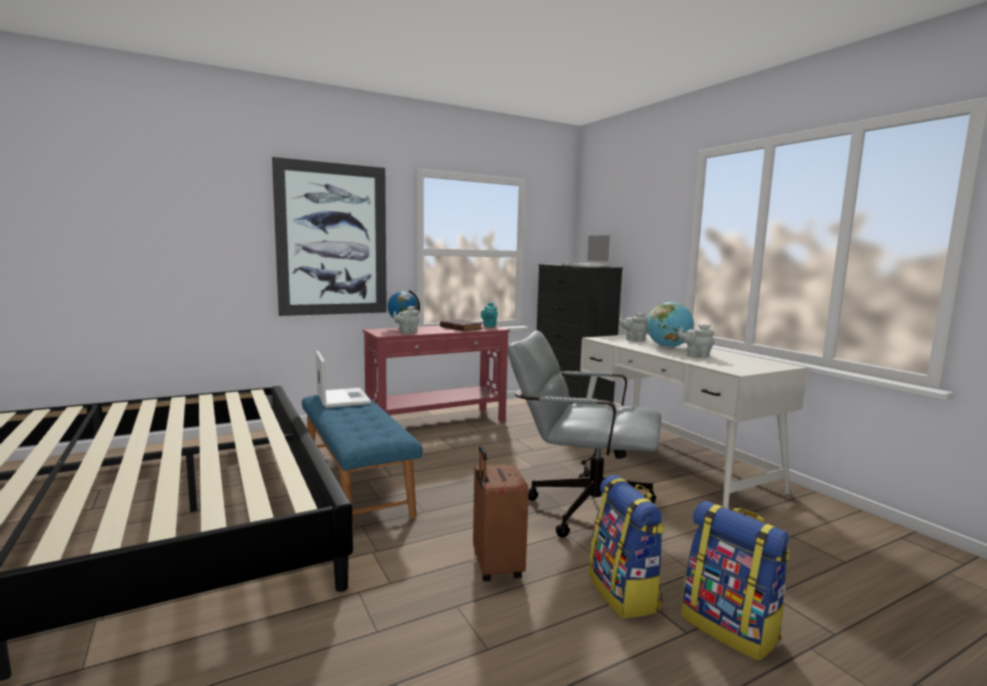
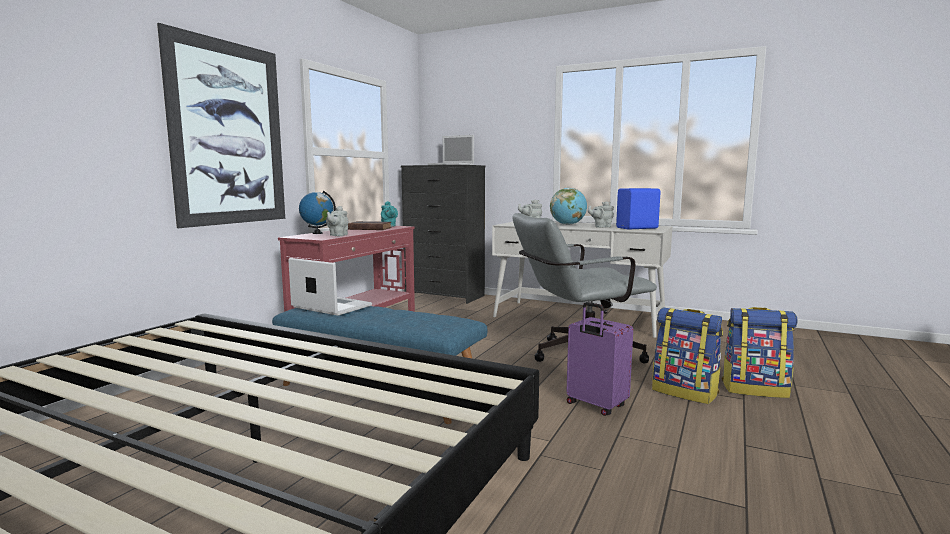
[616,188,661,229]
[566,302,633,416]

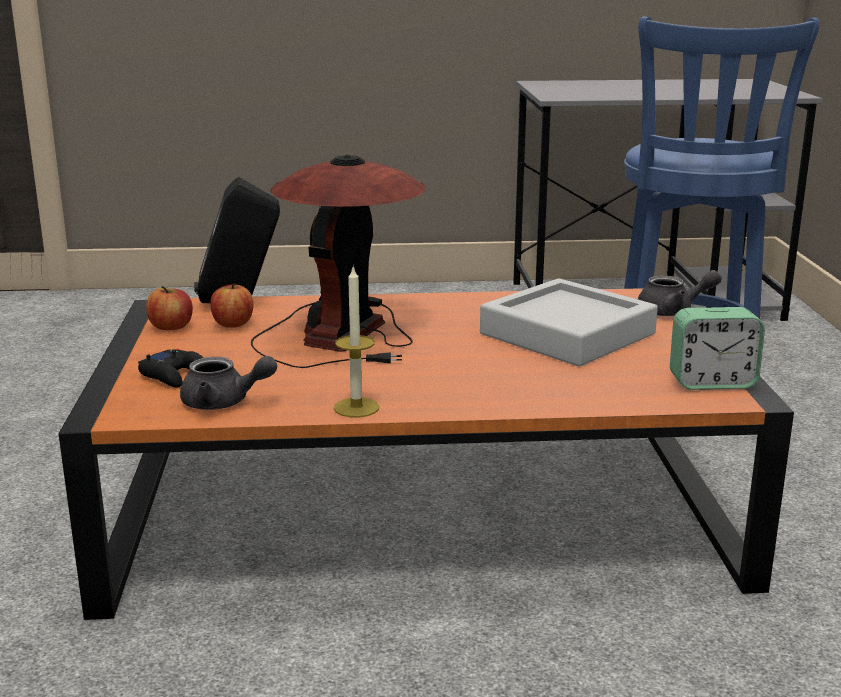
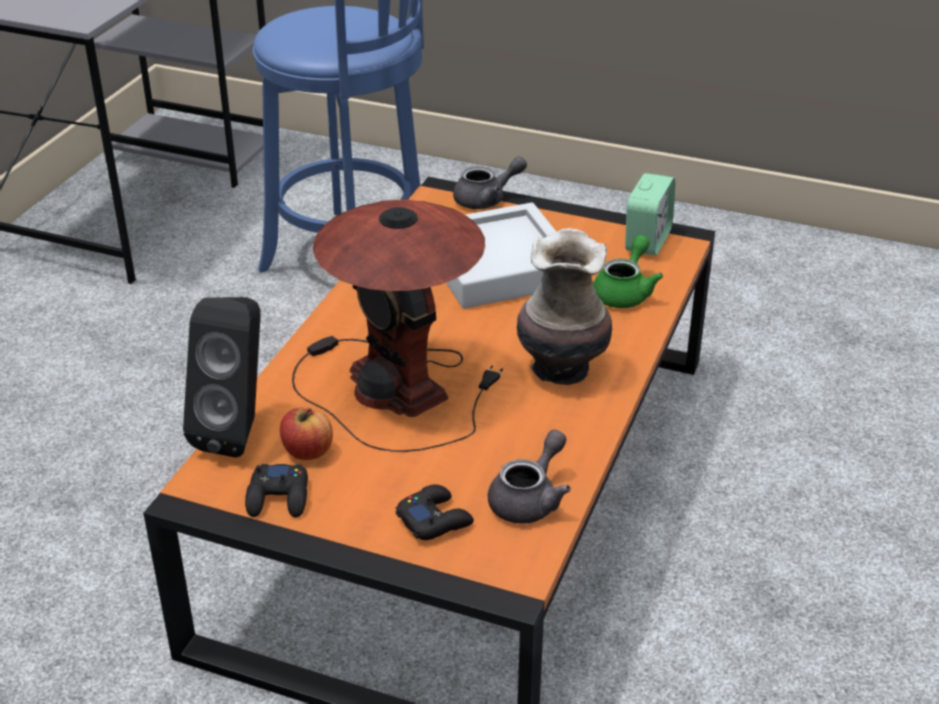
[334,265,379,417] (first image)
[517,228,612,385]
[593,235,663,308]
[245,464,308,517]
[453,156,527,209]

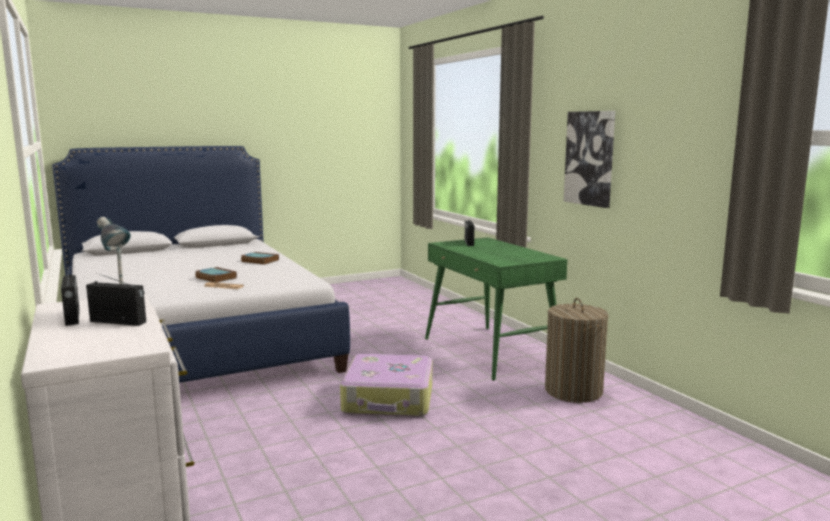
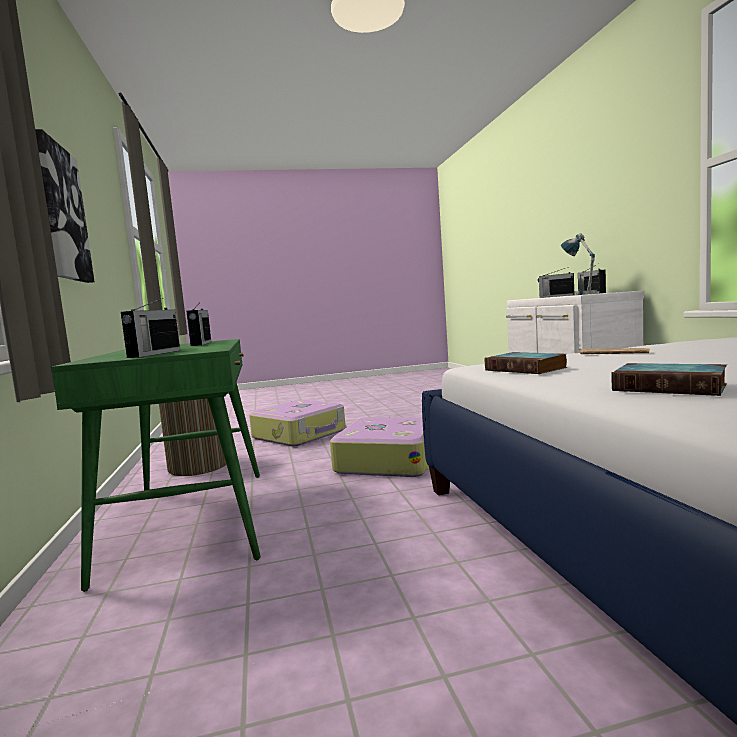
[186,301,211,346]
[249,400,346,446]
[485,352,568,374]

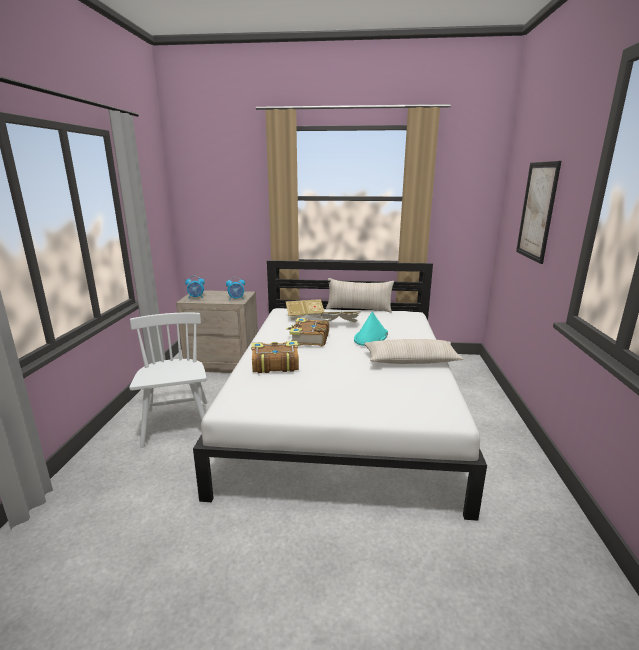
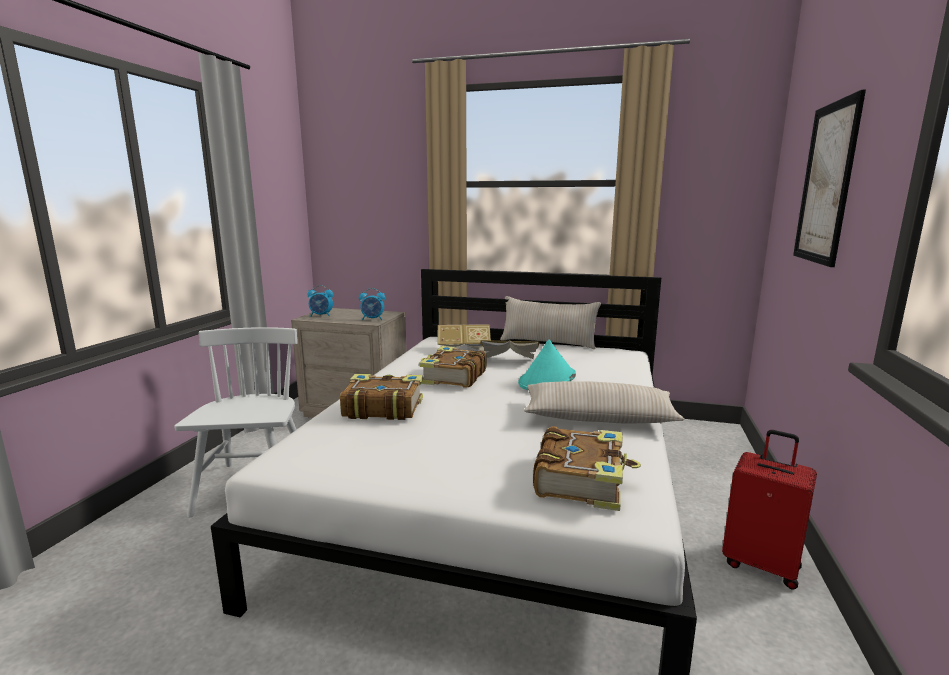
[533,426,641,511]
[722,430,817,590]

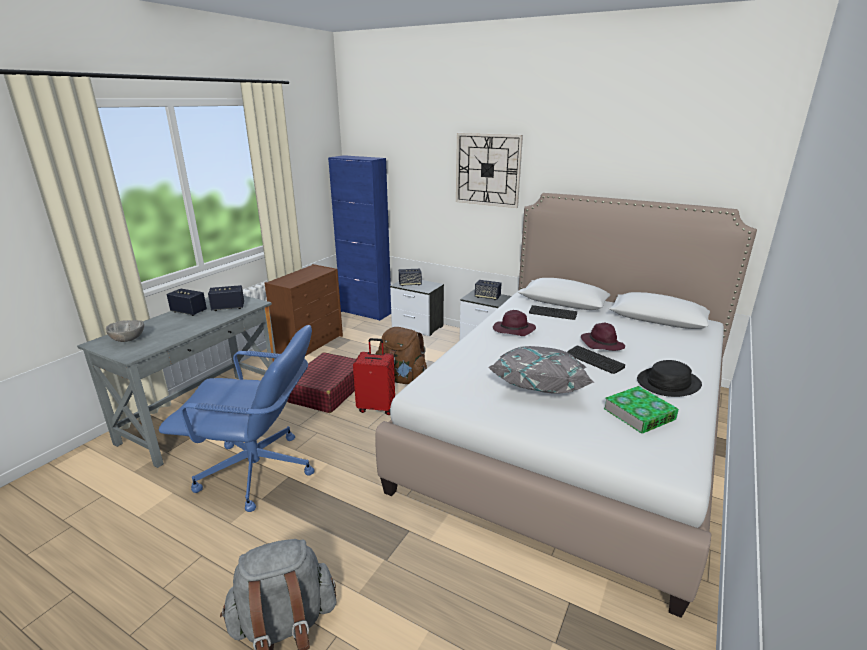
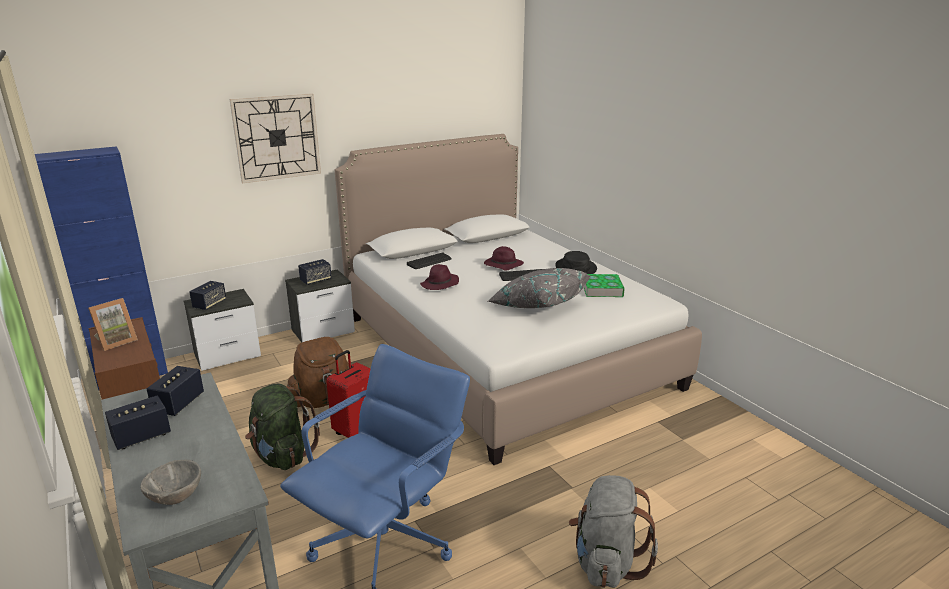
[88,298,138,351]
[245,384,320,470]

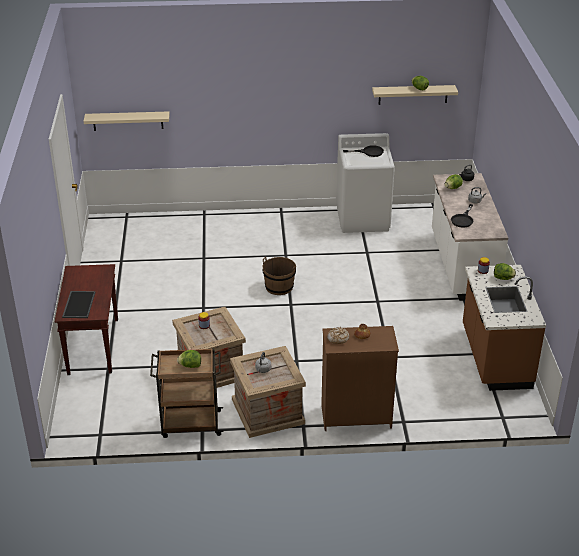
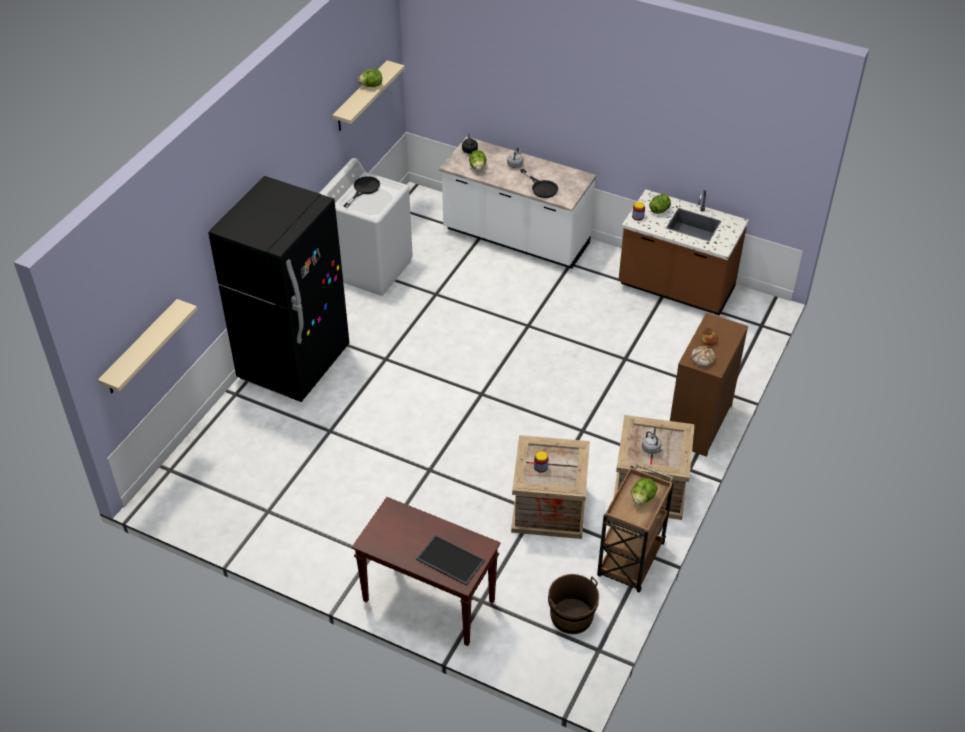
[208,176,349,402]
[548,574,599,634]

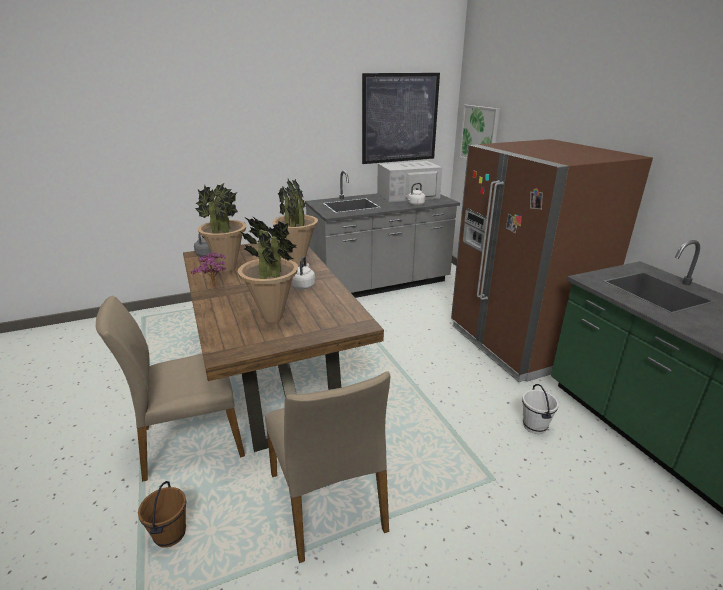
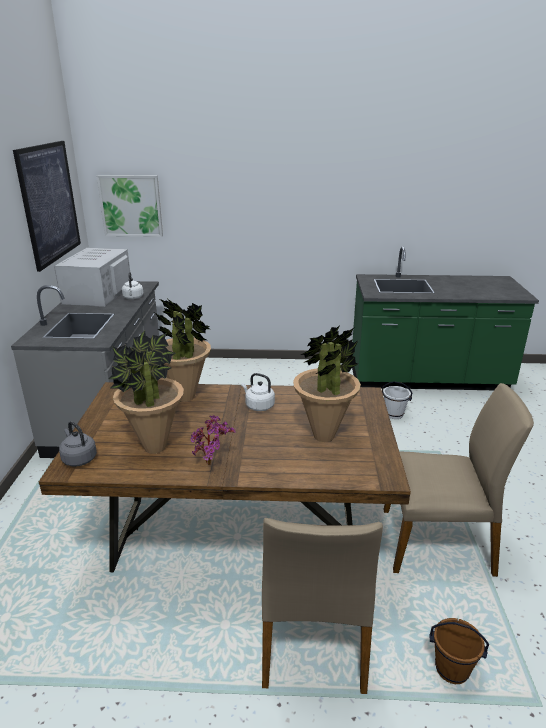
[451,139,653,382] (first image)

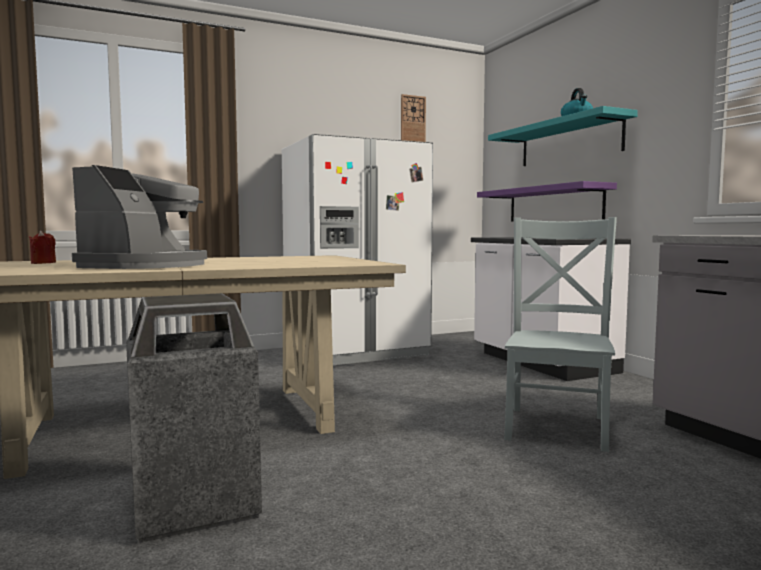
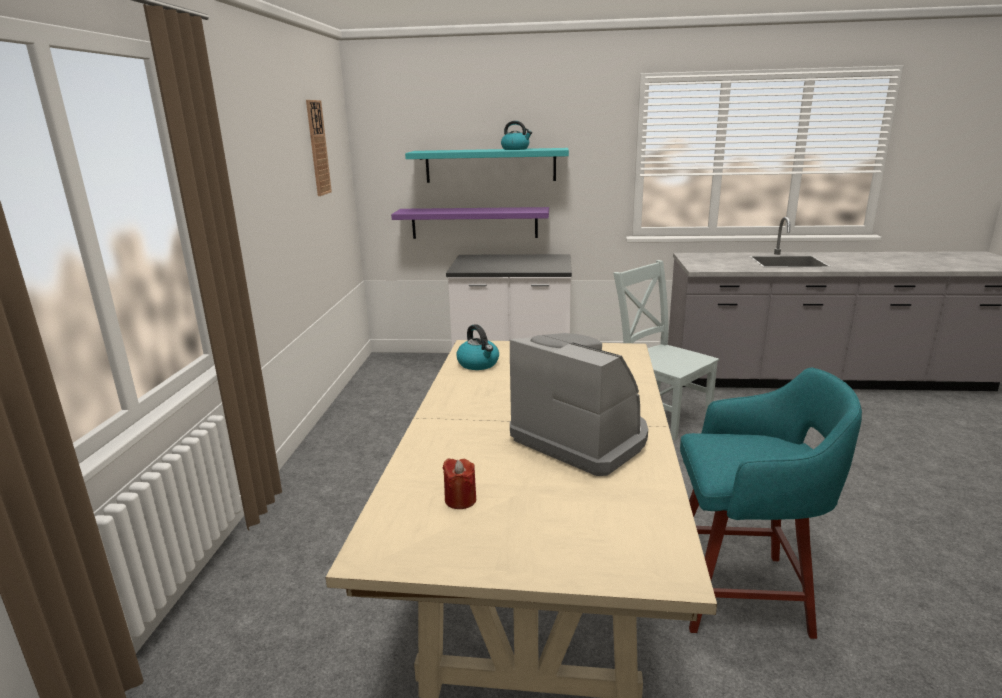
[282,134,433,365] (first image)
[456,324,499,370]
[680,368,862,639]

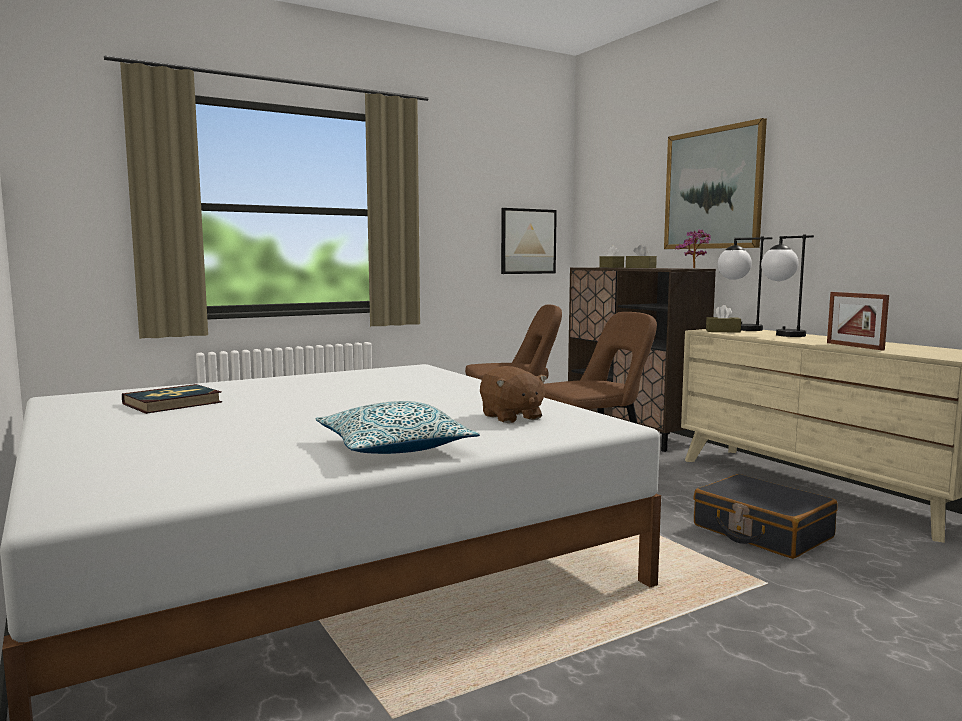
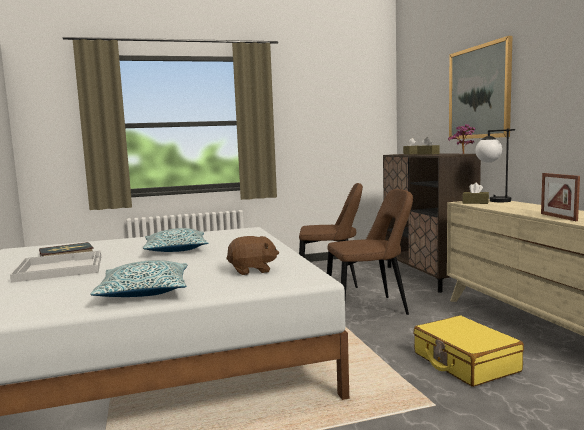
[501,208,557,274] (first image)
[761,235,814,337] (first image)
[10,250,101,283]
[143,228,208,252]
[414,315,524,387]
[226,236,279,275]

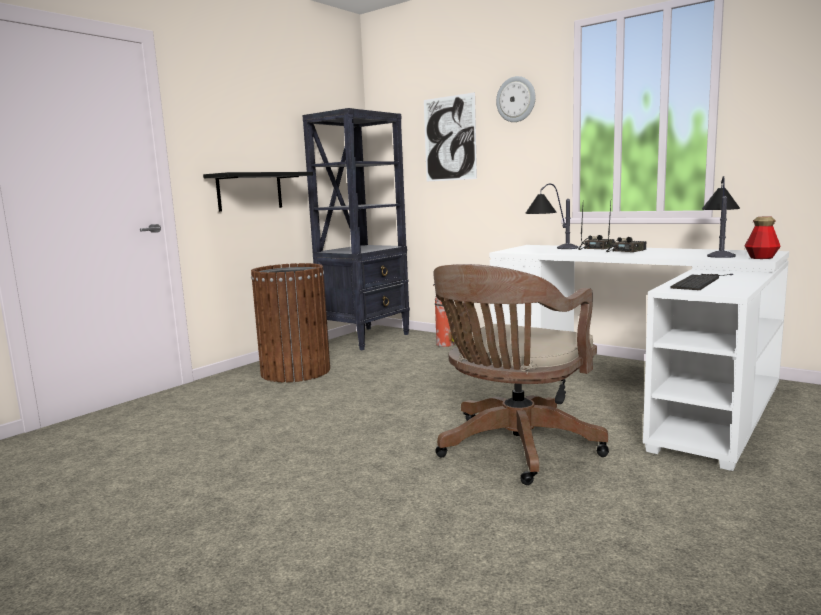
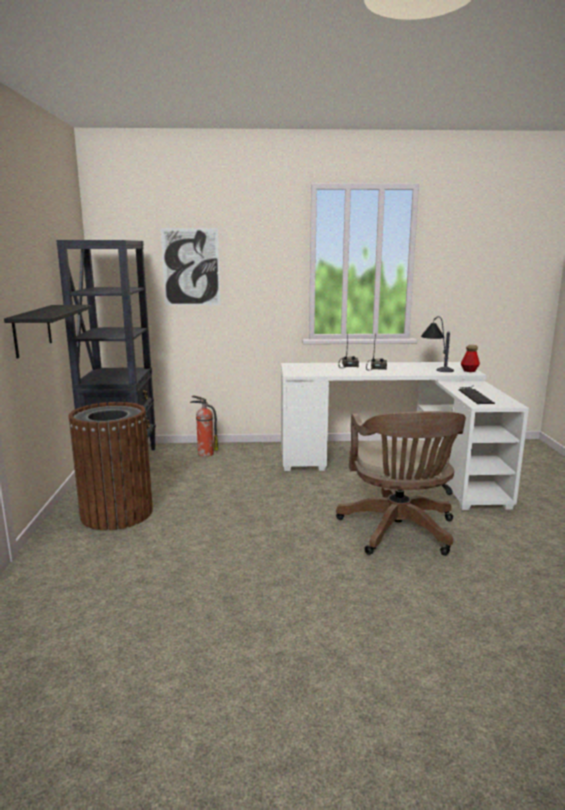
[496,76,535,122] (first image)
[526,184,579,249] (first image)

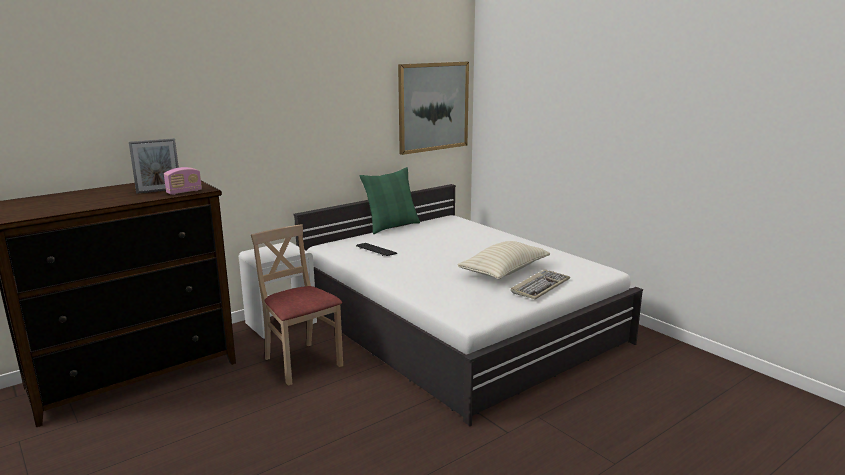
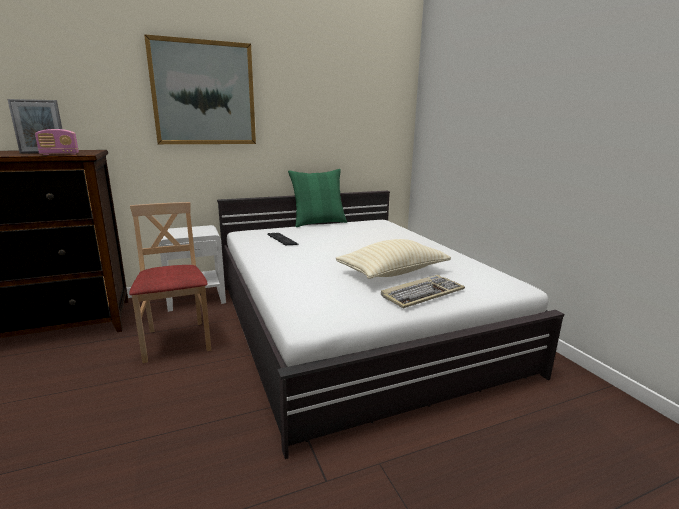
[144,34,256,144]

